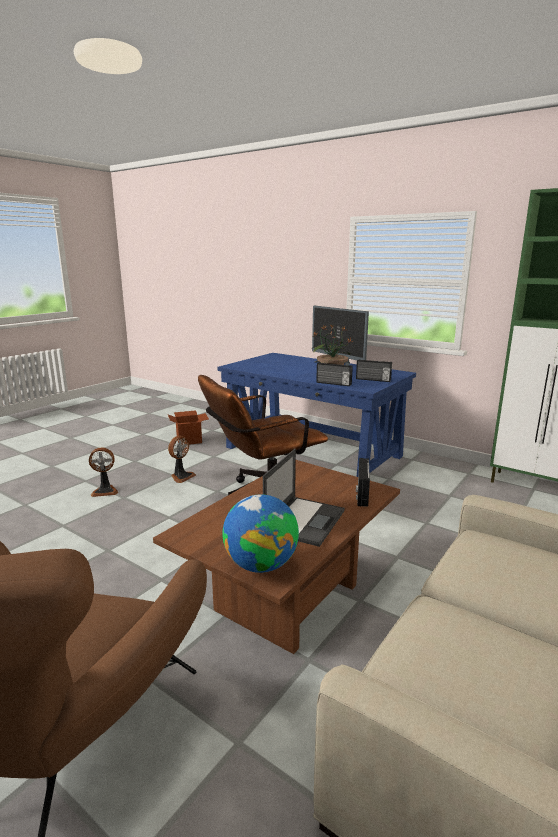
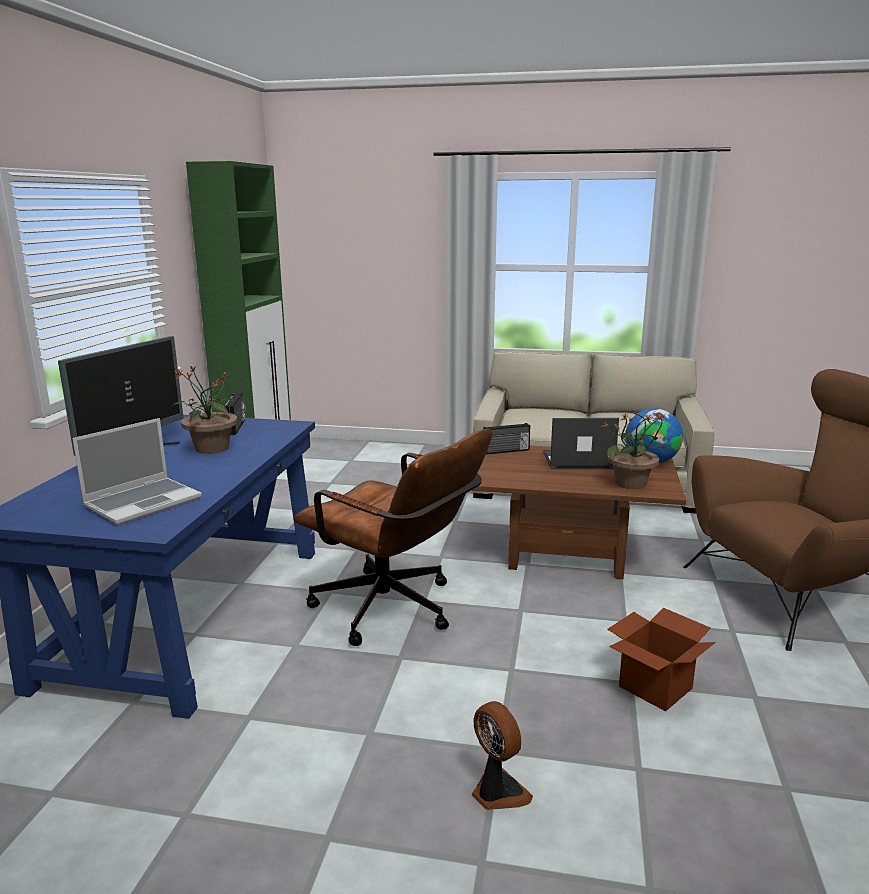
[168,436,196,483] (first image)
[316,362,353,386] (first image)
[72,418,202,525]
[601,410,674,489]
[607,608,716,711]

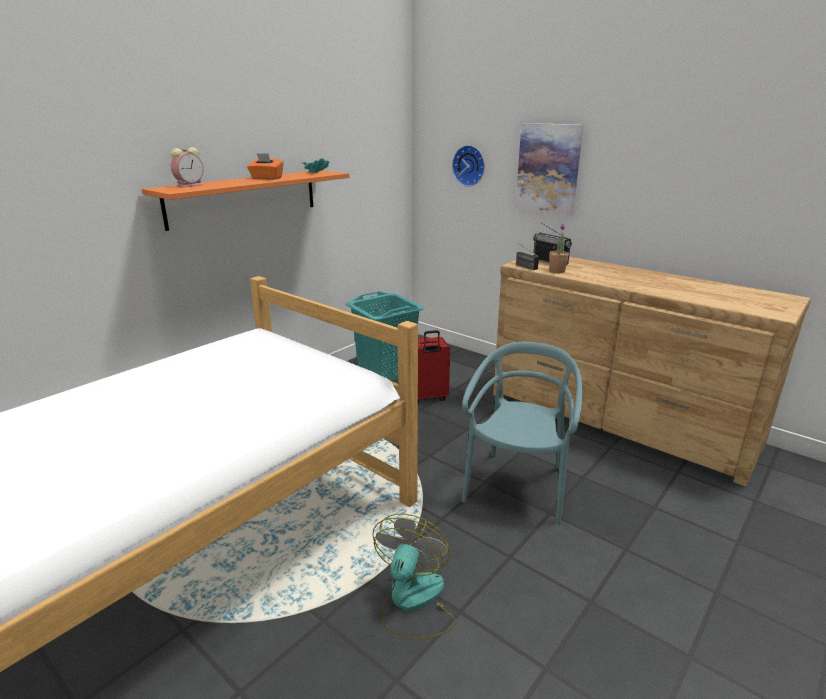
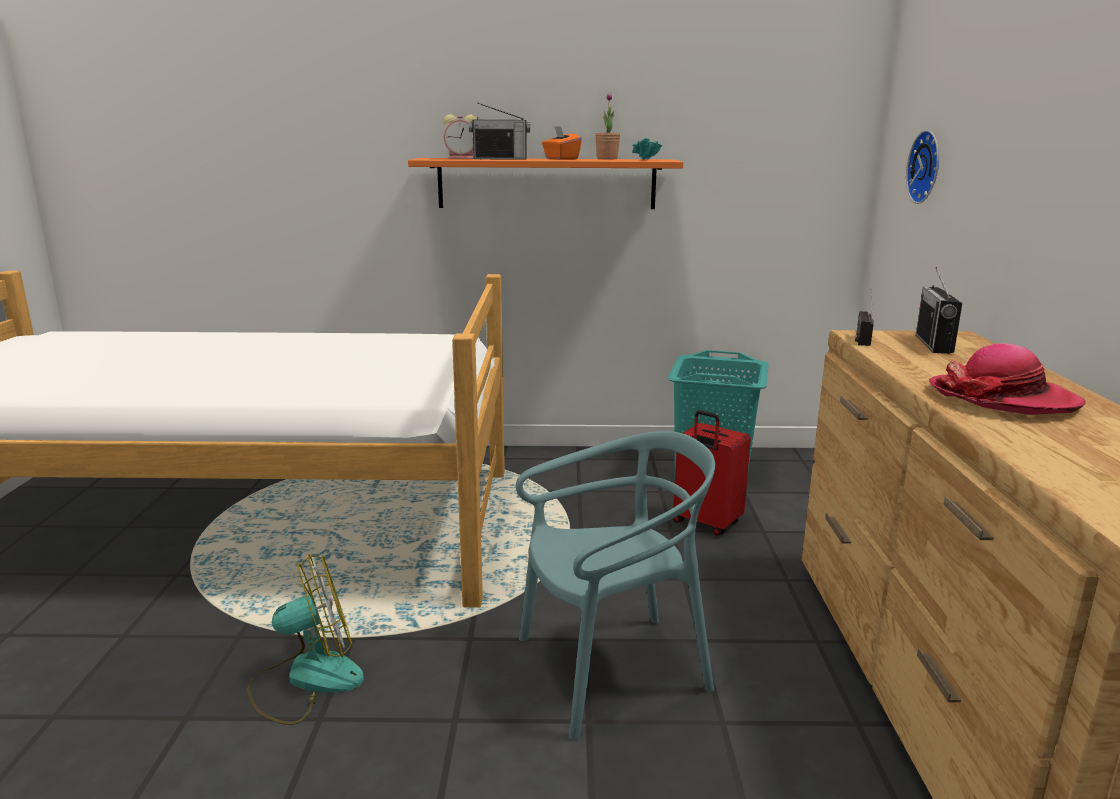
[515,123,583,216] (first image)
[469,103,530,160]
[929,343,1086,415]
[595,93,620,160]

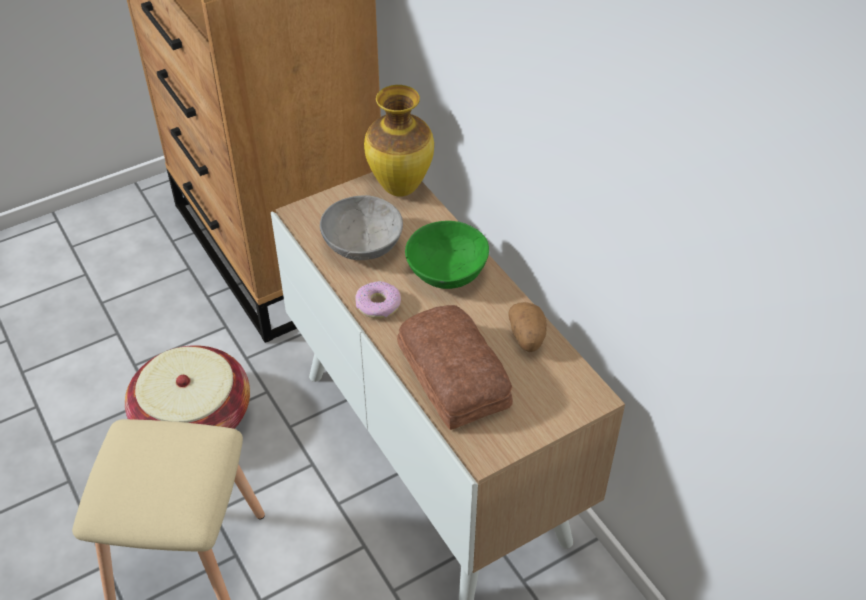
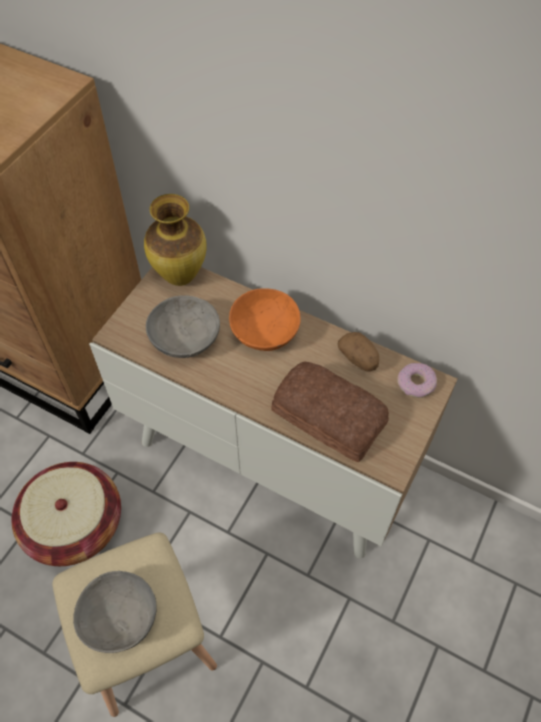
[73,571,157,653]
[397,363,437,398]
[229,288,301,351]

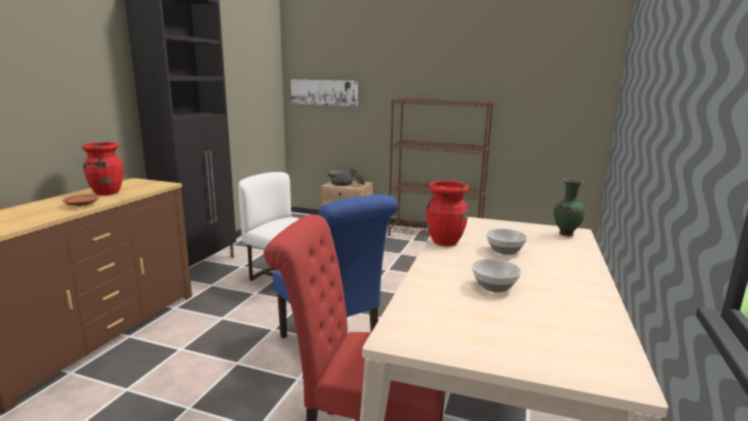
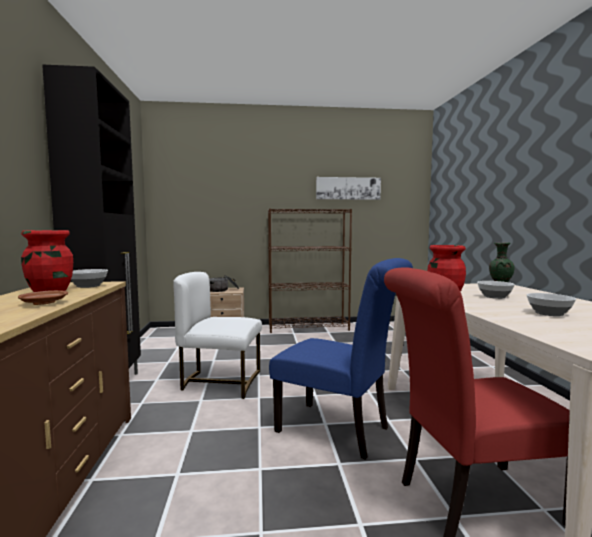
[71,269,108,288]
[316,177,381,200]

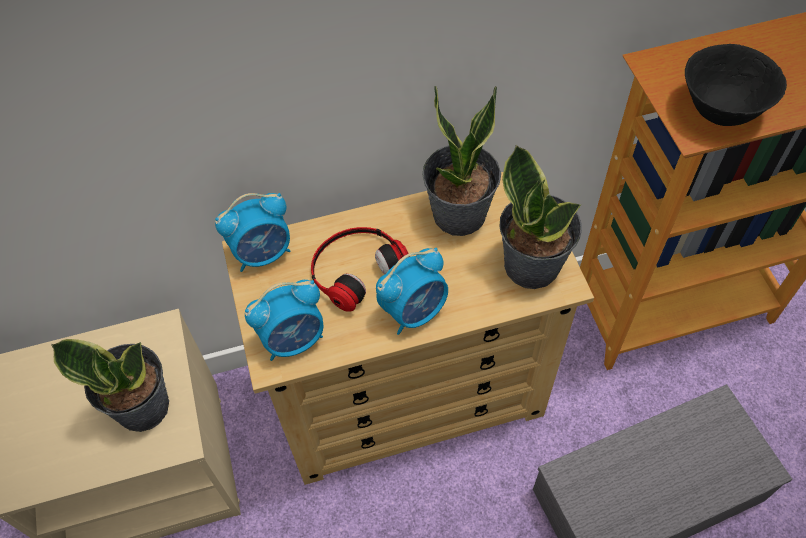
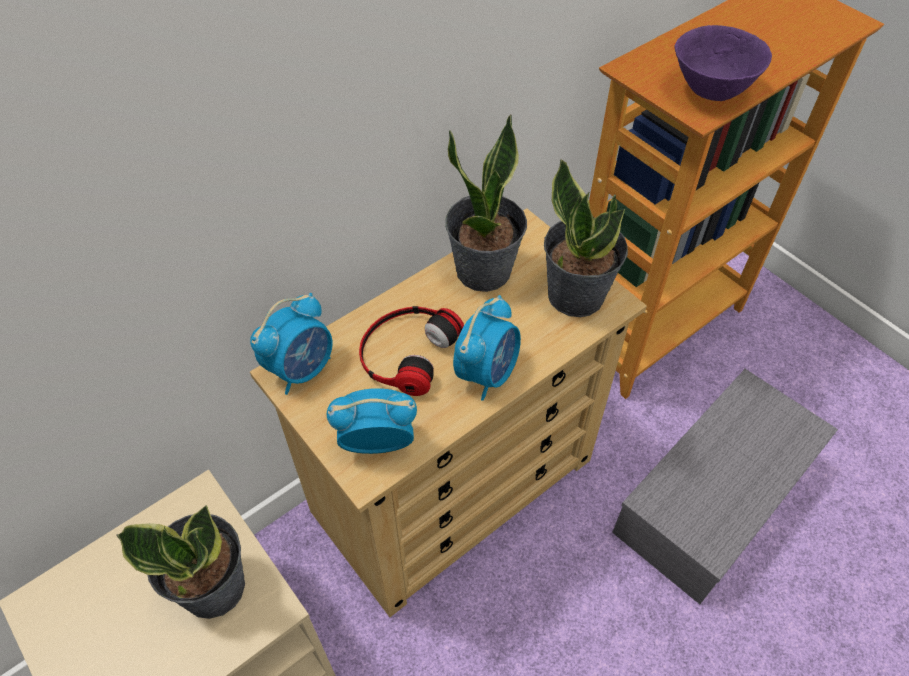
[674,25,772,101]
[327,388,417,454]

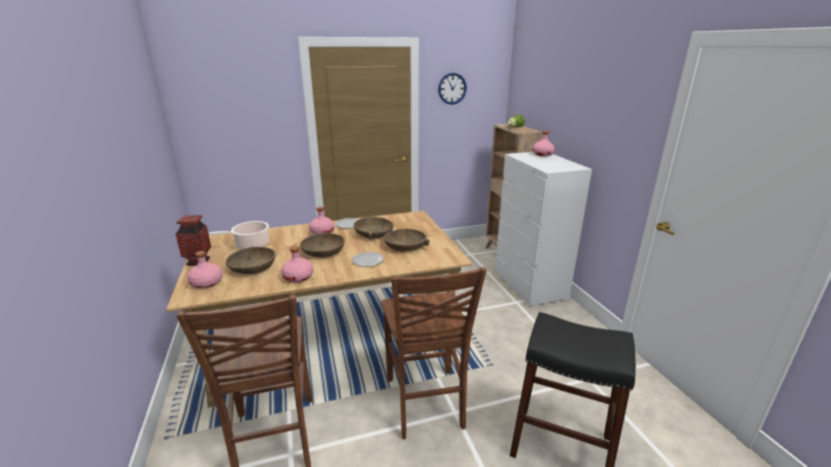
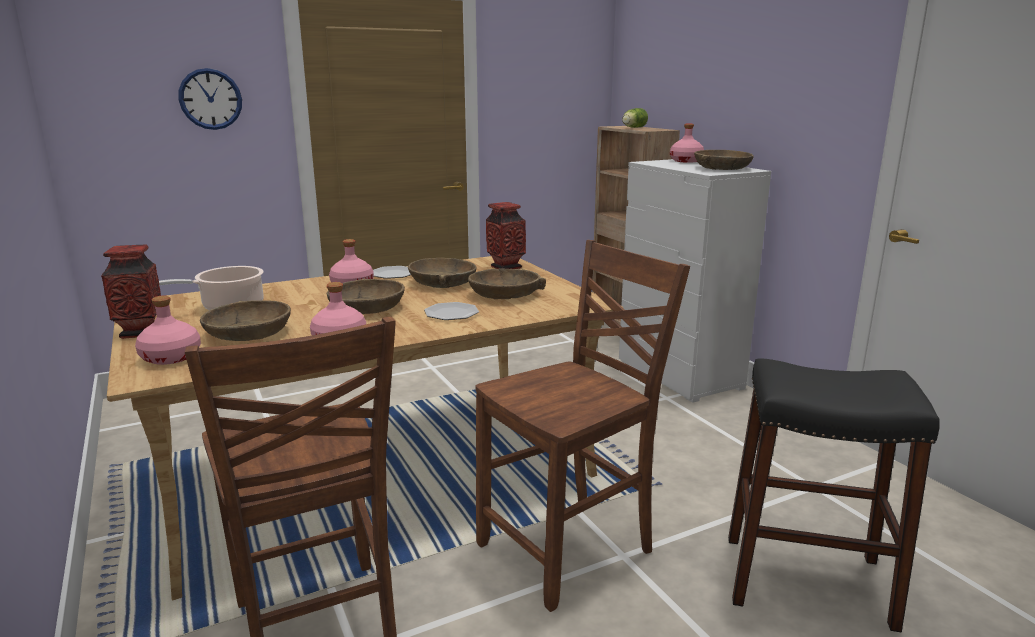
[486,202,526,269]
[694,150,754,170]
[178,68,242,130]
[476,240,690,612]

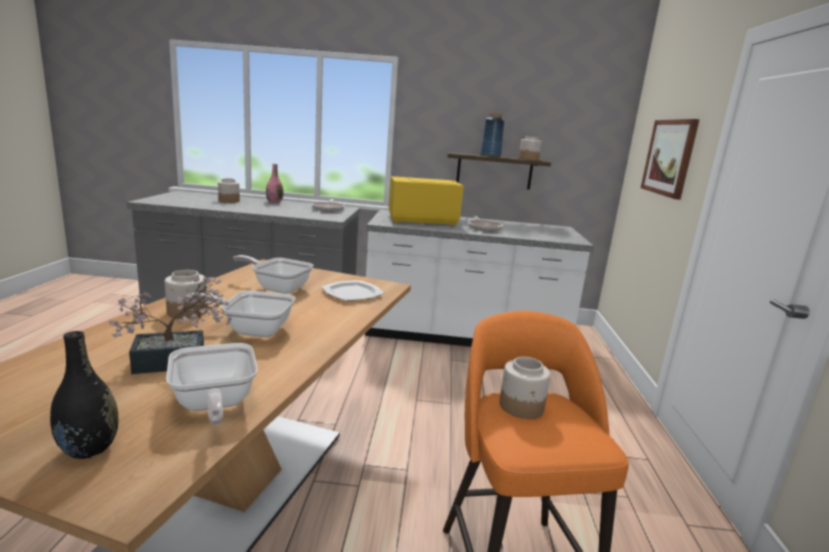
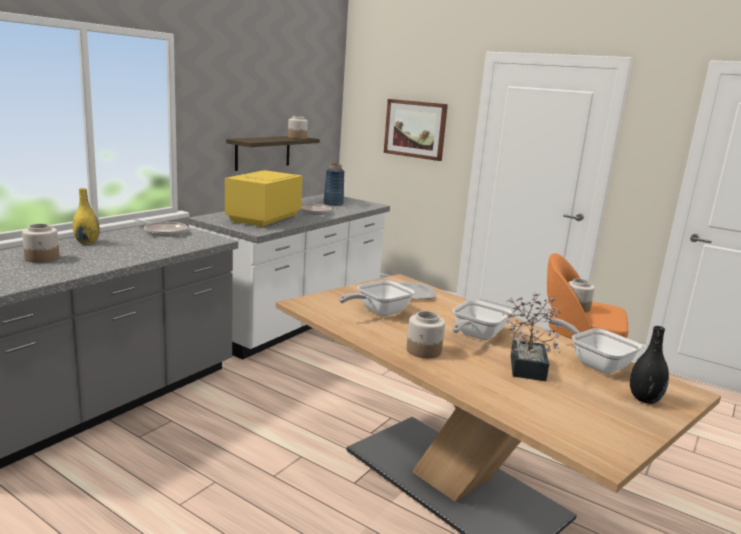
[323,164,344,206]
[73,188,100,244]
[549,318,642,374]

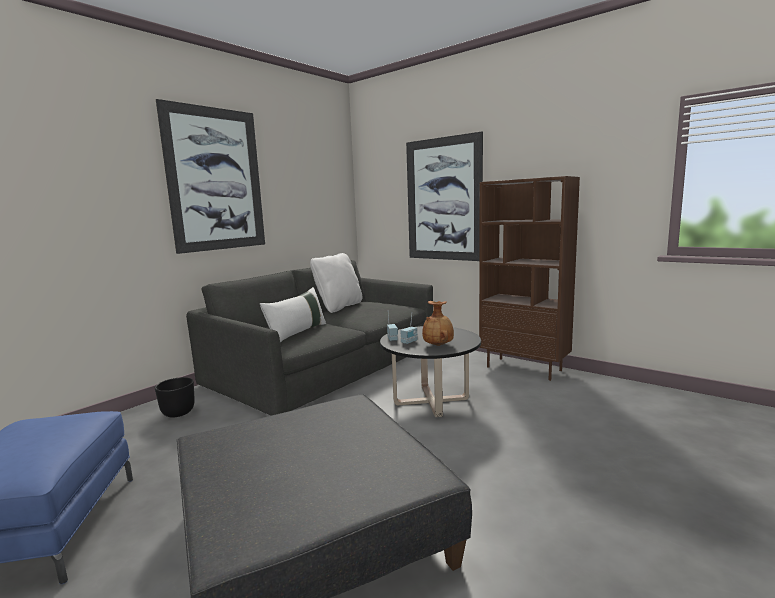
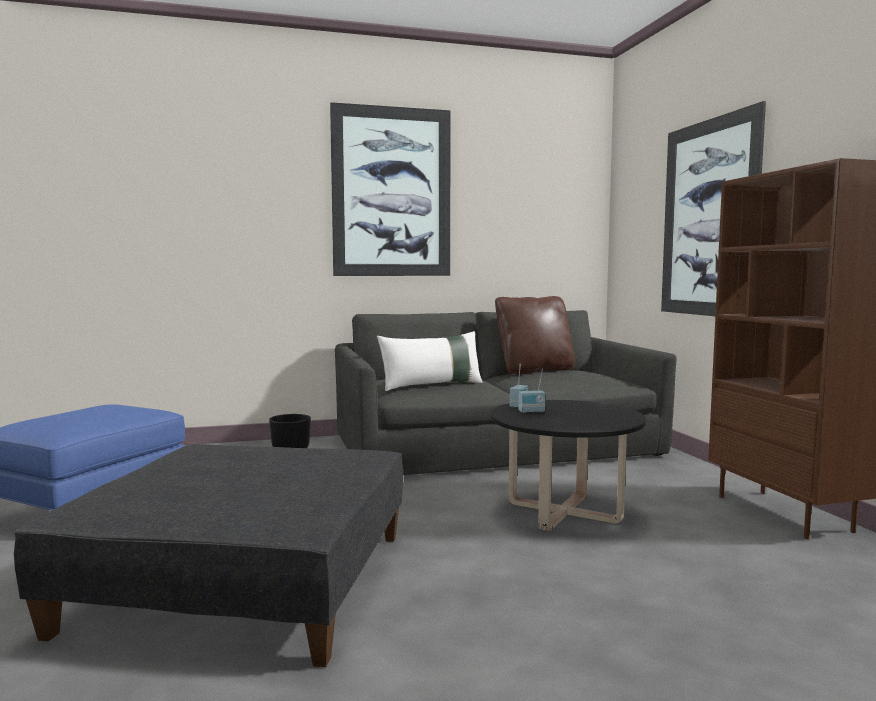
[422,301,454,346] (first image)
[495,296,575,374]

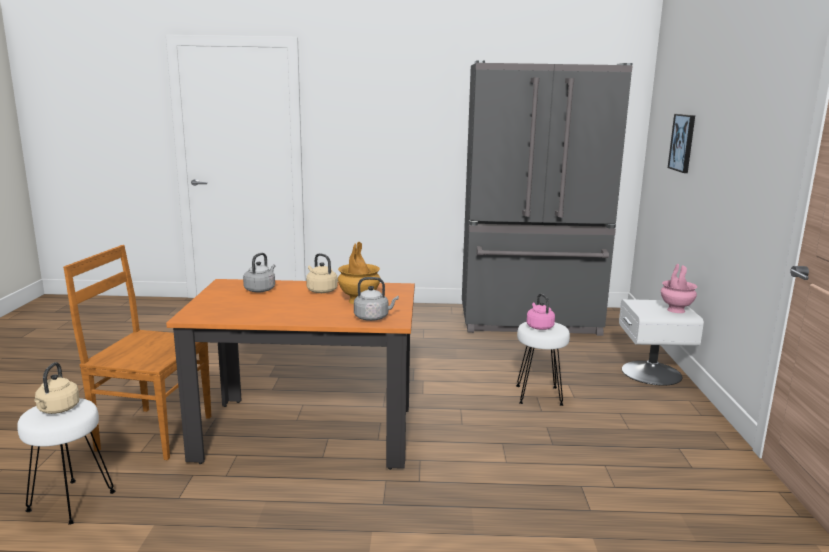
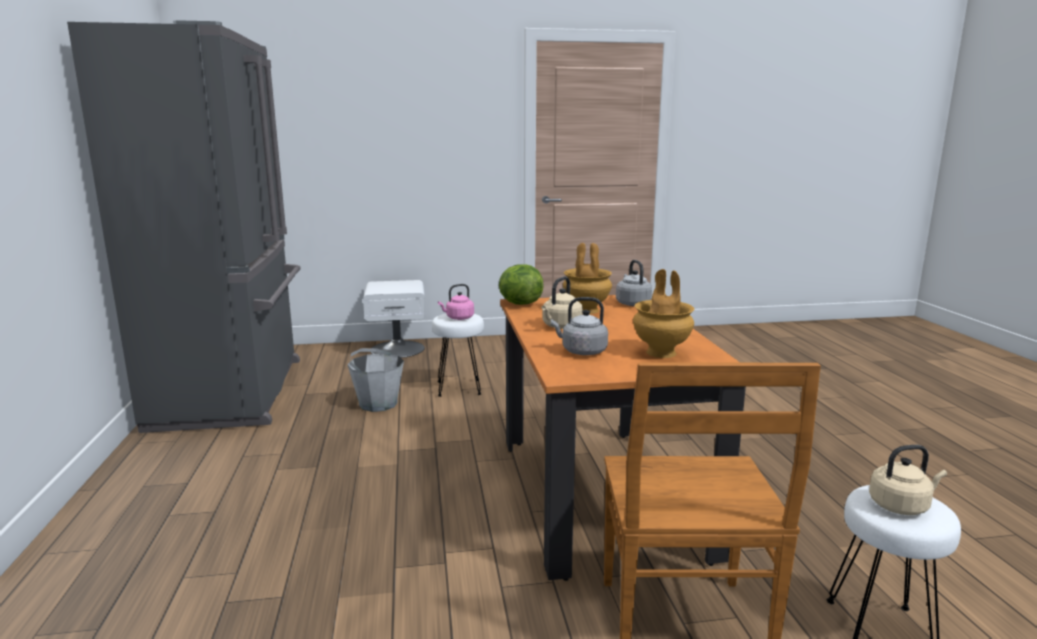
[661,264,697,313] (first image)
[668,114,695,173] (first image)
[347,348,404,412]
[499,264,544,305]
[633,269,694,358]

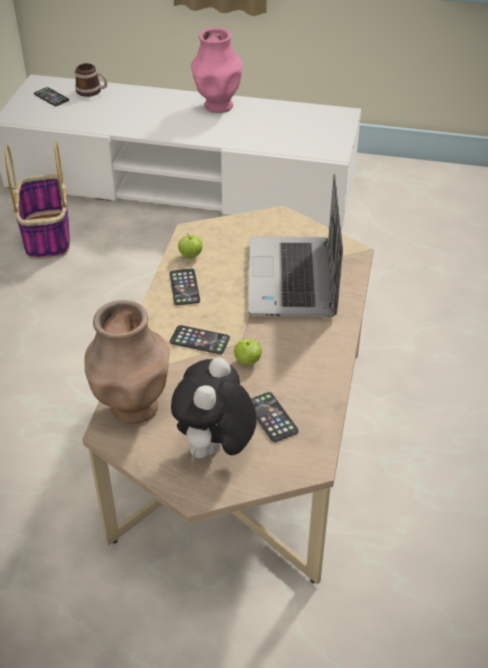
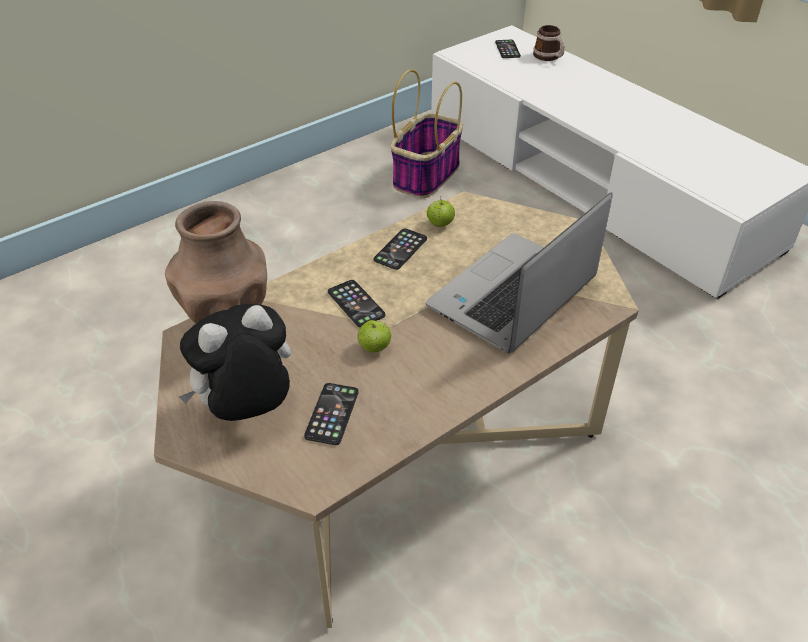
[191,28,243,113] (first image)

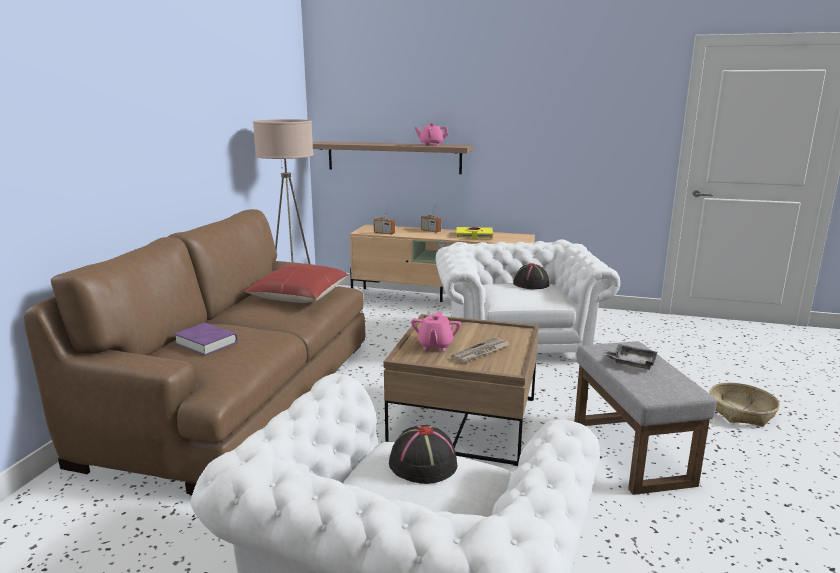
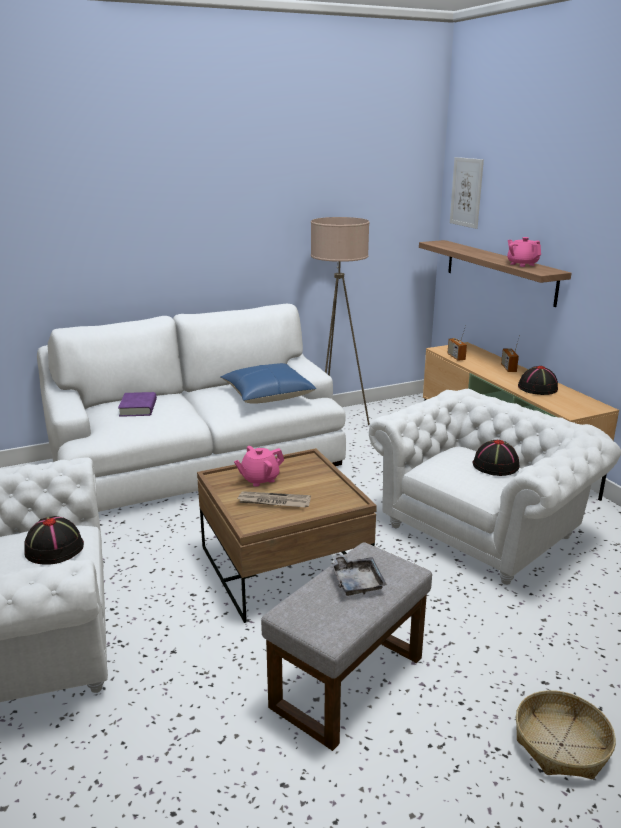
[450,157,484,229]
[518,366,558,395]
[37,304,346,512]
[221,363,316,404]

